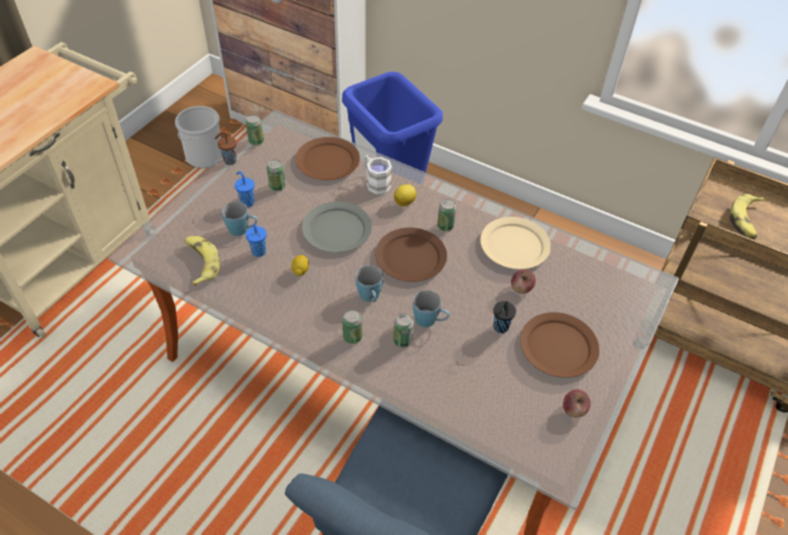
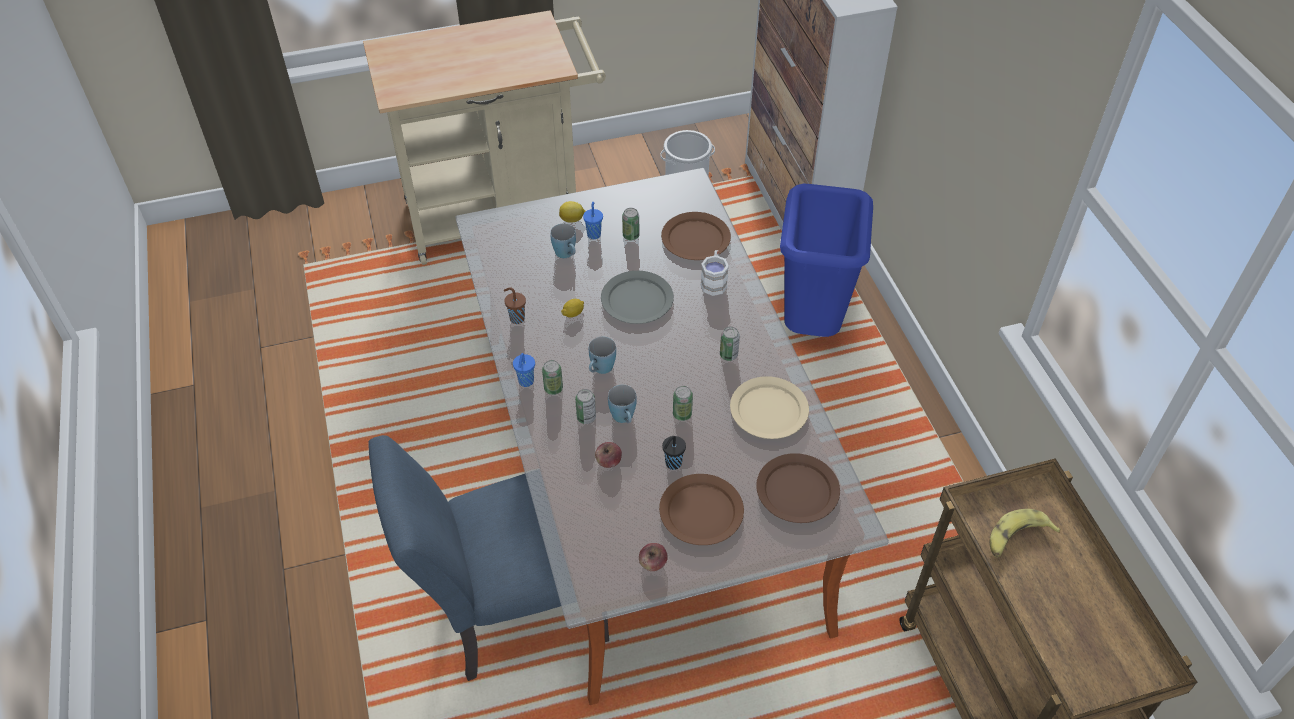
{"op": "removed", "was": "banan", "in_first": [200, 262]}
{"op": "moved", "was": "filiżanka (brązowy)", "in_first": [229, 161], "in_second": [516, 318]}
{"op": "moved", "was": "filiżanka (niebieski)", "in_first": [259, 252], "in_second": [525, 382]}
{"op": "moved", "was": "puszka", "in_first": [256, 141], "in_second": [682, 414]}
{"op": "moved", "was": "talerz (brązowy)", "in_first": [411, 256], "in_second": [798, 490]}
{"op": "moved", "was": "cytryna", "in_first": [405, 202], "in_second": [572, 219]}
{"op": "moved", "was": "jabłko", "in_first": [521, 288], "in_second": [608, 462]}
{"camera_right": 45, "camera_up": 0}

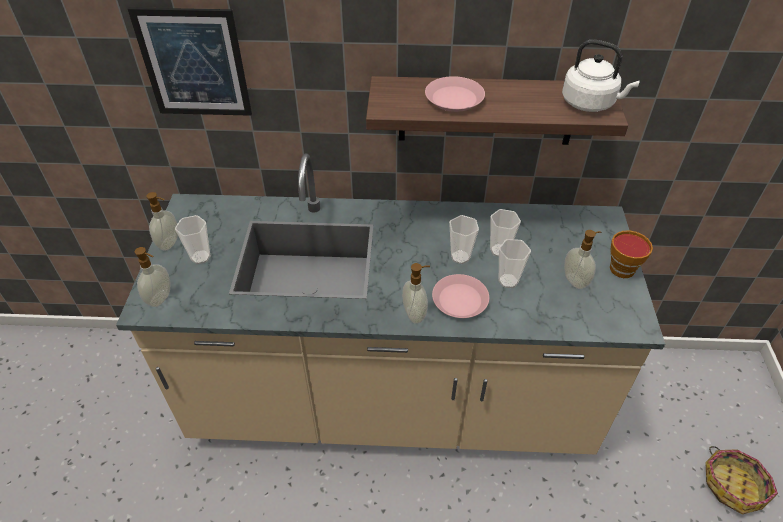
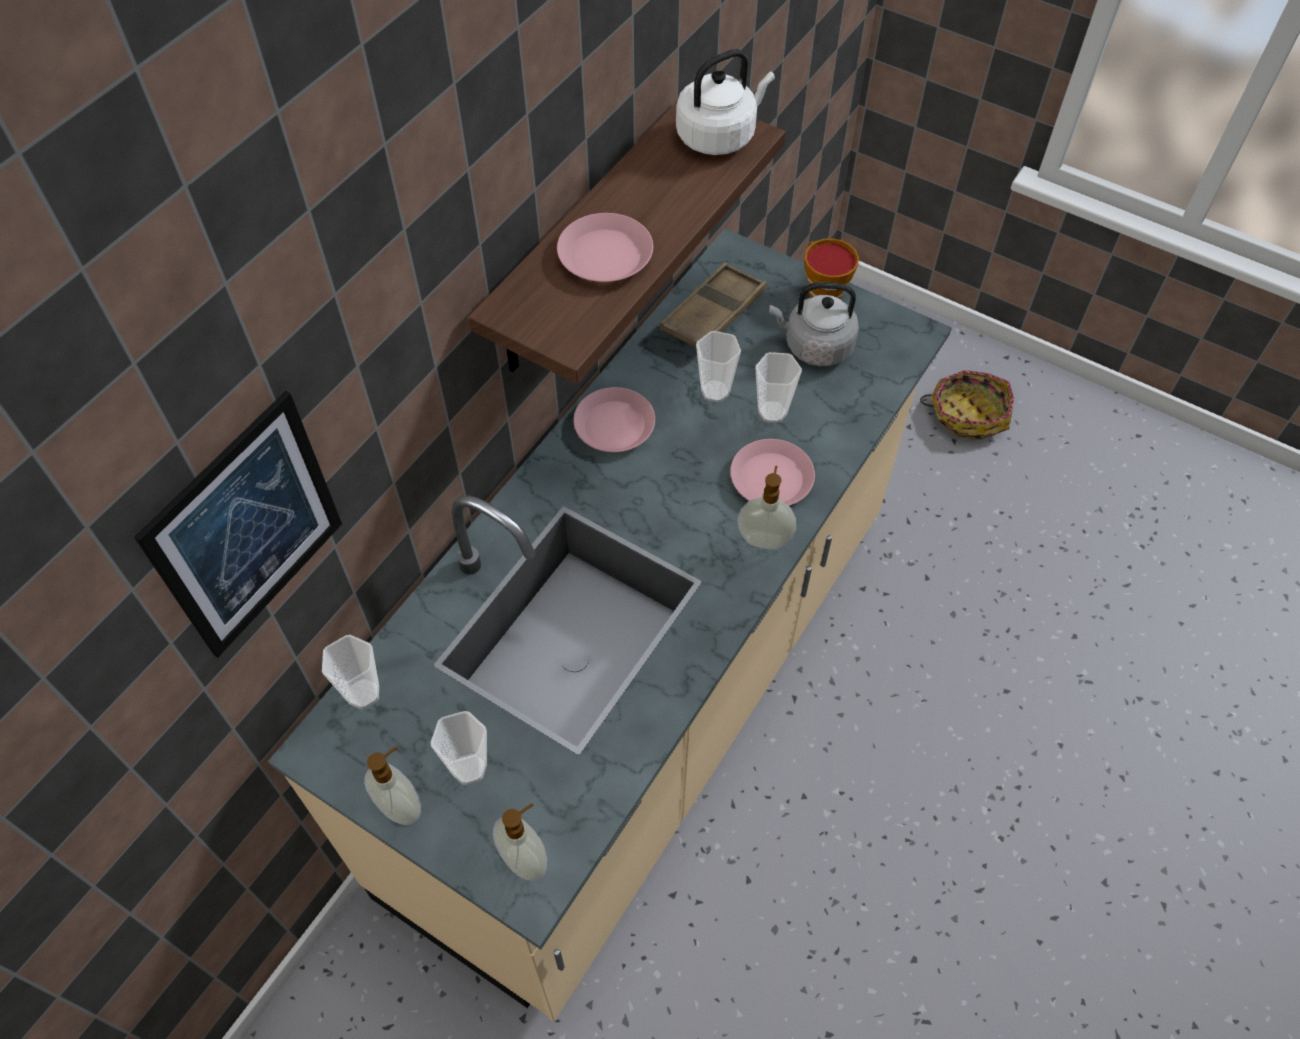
{"op": "moved", "was": "filiżanka", "in_first": [460, 257], "in_second": [363, 693]}
{"op": "replaced", "was": "dozownik mydła", "now": "czajnik (szary)", "in_first": [575, 280], "in_second": [814, 346]}
{"op": "added", "now": "talerz (różowy)", "in_second": [615, 425]}
{"op": "added", "now": "taca (brązowy)", "in_second": [713, 313]}
{"camera_right": -60, "camera_up": 10}

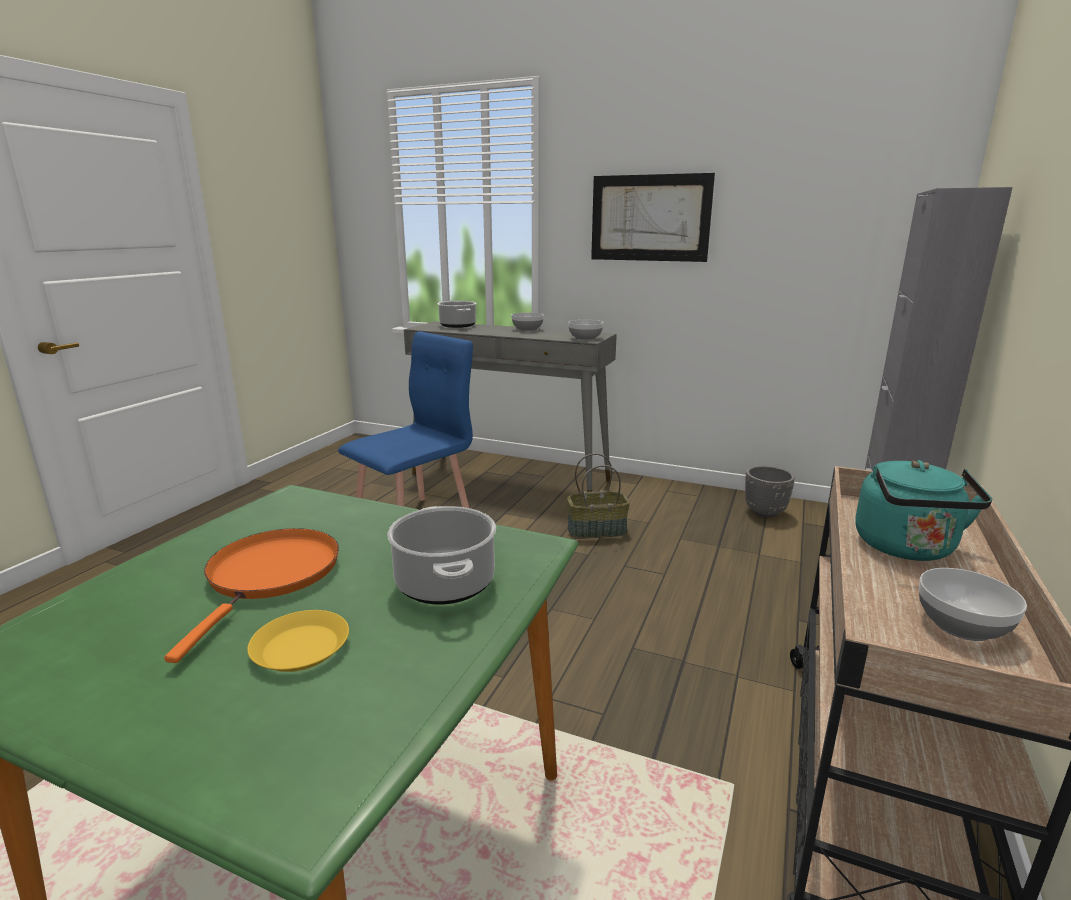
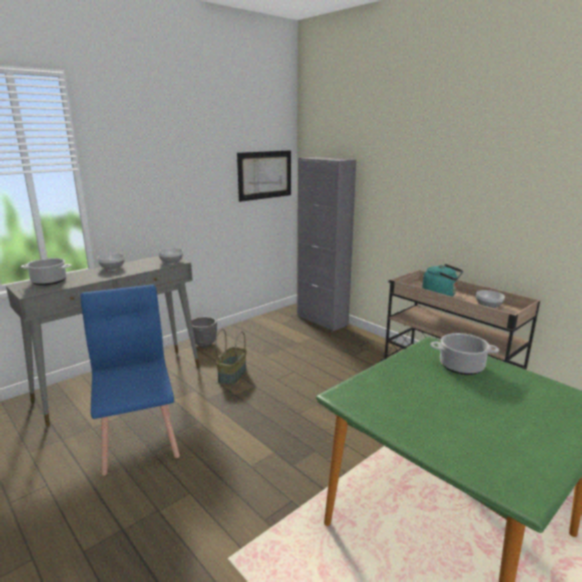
{"op": "removed", "was": "patelnia (pomarańczowy)", "in_first": [271, 576]}
{"op": "removed", "was": "talerz (żółty)", "in_first": [301, 648]}
{"op": "moved", "was": "obraz", "in_first": [650, 218], "in_second": [265, 175]}
{"op": "moved", "was": "donica (szary)", "in_first": [765, 513], "in_second": [204, 344]}
{"camera_right": -65, "camera_up": 0}

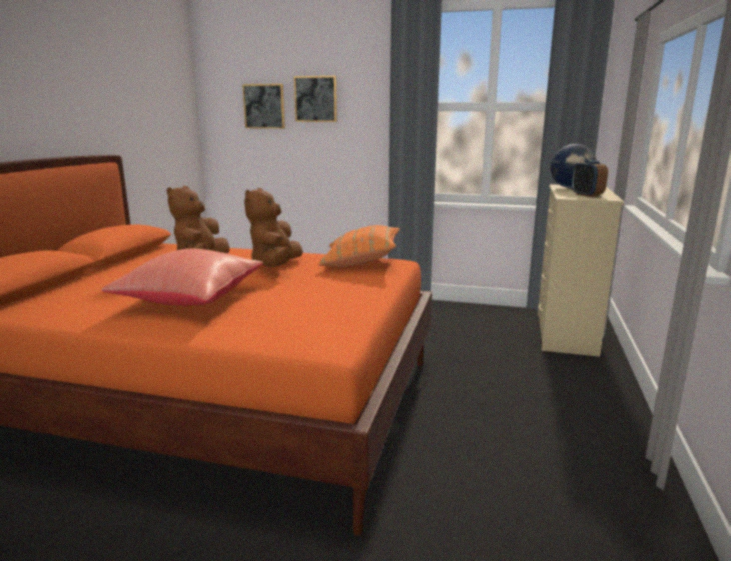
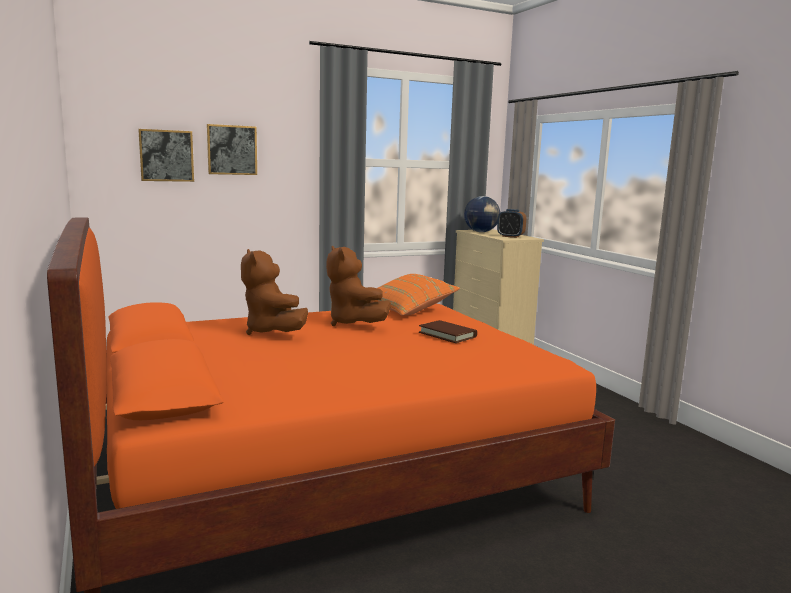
{"op": "removed", "was": "poduszka (czerwony)", "in_first": [189, 299]}
{"op": "added", "now": "książka (brązowy)", "in_second": [447, 335]}
{"camera_right": -40, "camera_up": -5}

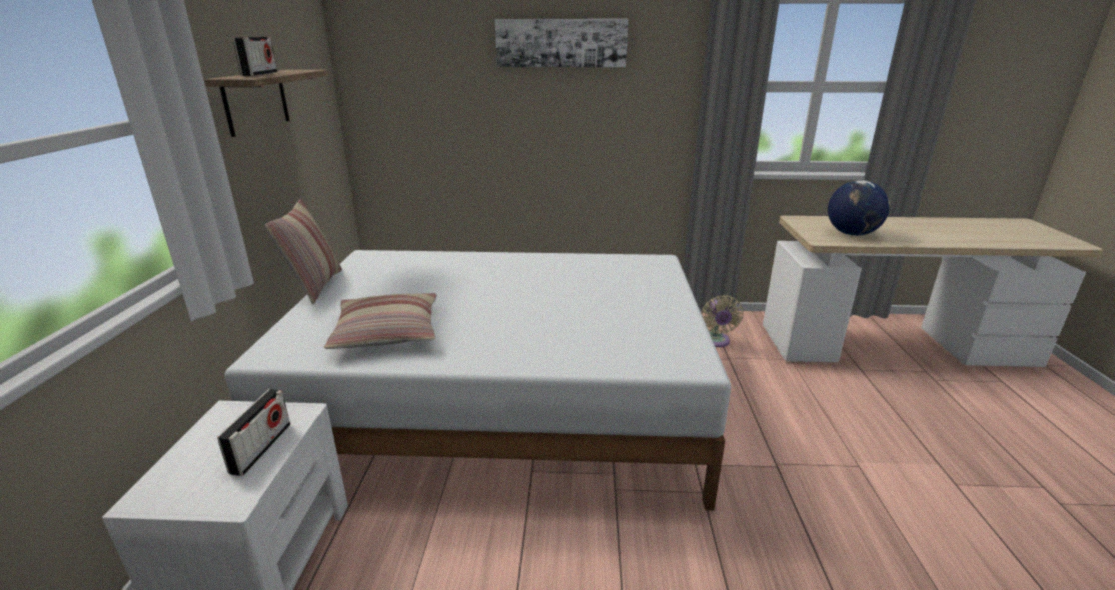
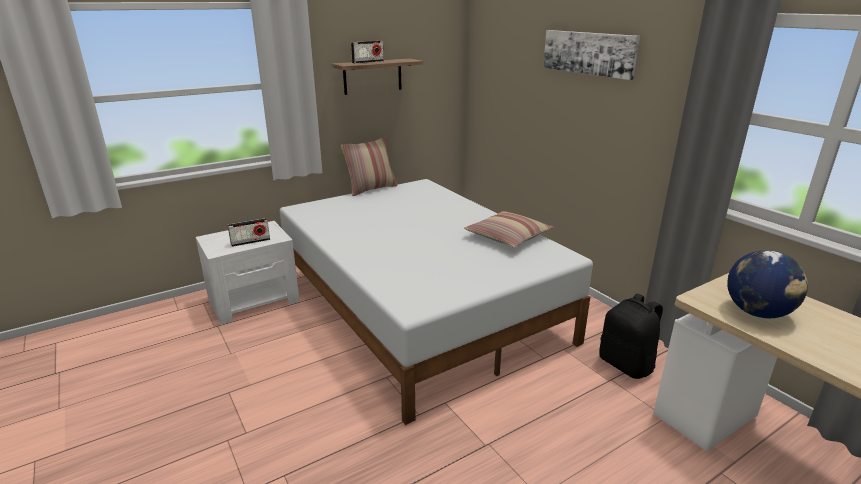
{"op": "moved", "was": "poduszka", "in_first": [387, 332], "in_second": [508, 237]}
{"op": "replaced", "was": "wentylator (beżowy)", "now": "plecak (czarny)", "in_first": [715, 341], "in_second": [627, 364]}
{"camera_right": 55, "camera_up": 0}

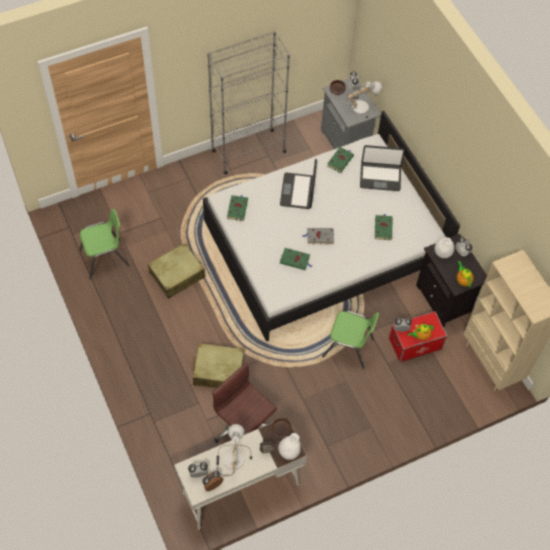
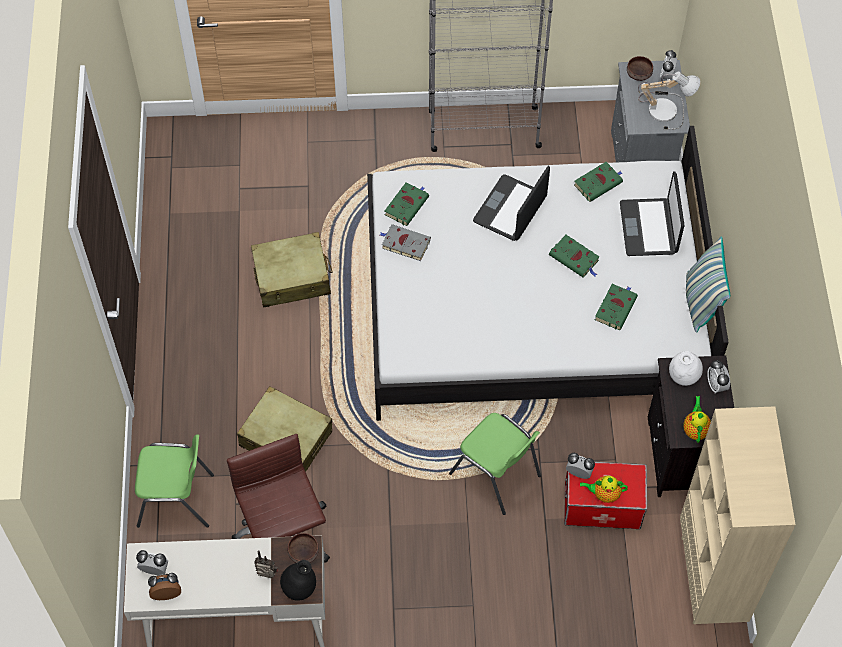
{"op": "moved", "was": "krzesło (zielony)", "in_first": [105, 258], "in_second": [176, 500]}
{"op": "removed", "was": "lampa stołowa", "in_first": [231, 458]}
{"op": "recoloured", "was": "wazon (biały)", "now": "wazon (czarny)", "in_first": [289, 452], "in_second": [299, 589]}
{"op": "moved", "was": "książka (zielony)", "in_first": [295, 260], "in_second": [575, 258]}
{"op": "moved", "was": "książka (szary)", "in_first": [319, 237], "in_second": [404, 244]}
{"op": "turned", "was": "laptop", "in_first": [380, 177], "in_second": [649, 228], "clockwise": 60}
{"op": "added", "now": "poduszka", "in_second": [700, 302]}
{"camera_right": 25, "camera_up": 0}

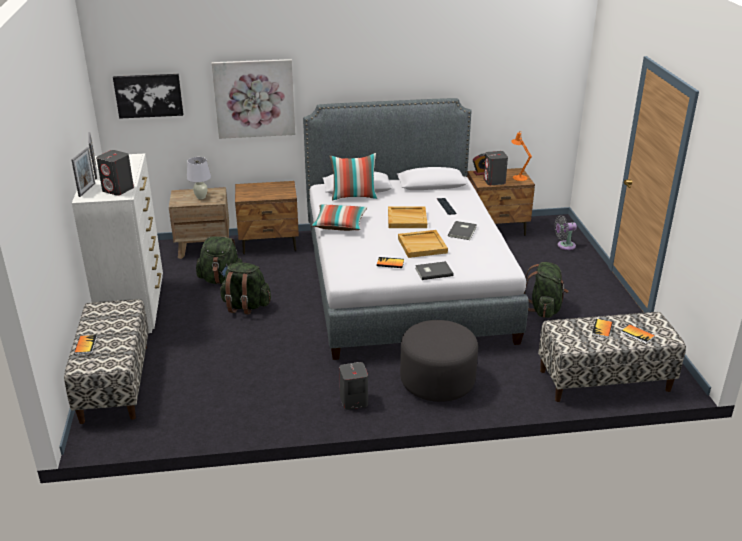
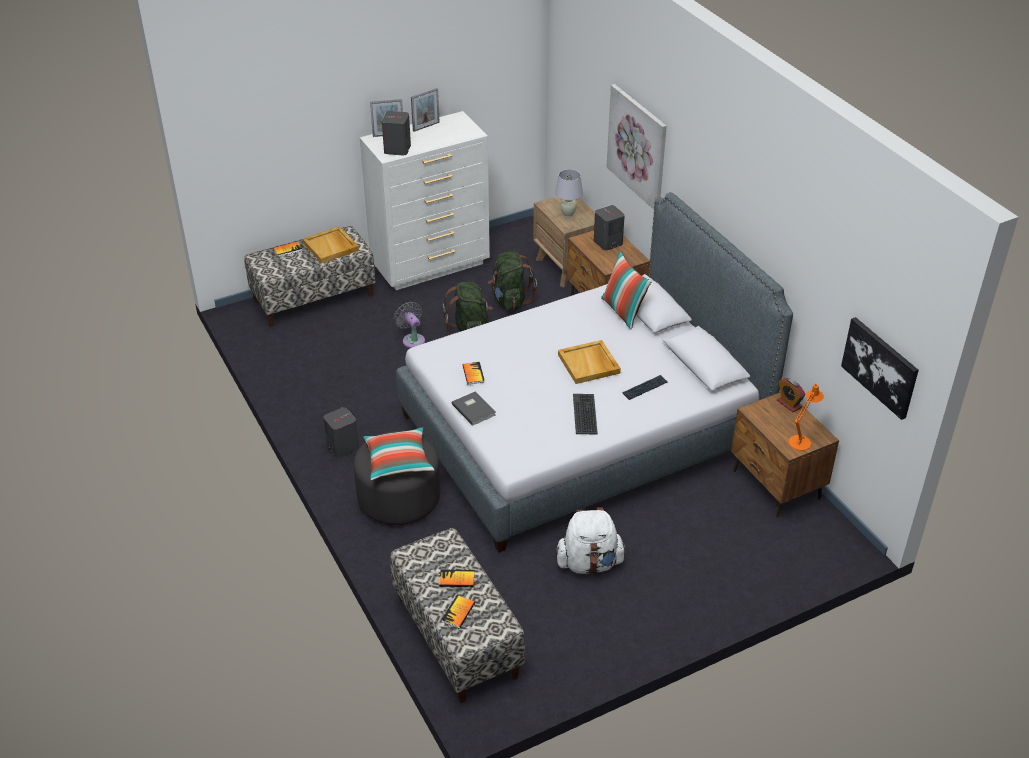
{"op": "moved", "was": "obraz", "in_first": [149, 95], "in_second": [880, 367]}
{"op": "moved", "was": "poduszka", "in_first": [339, 225], "in_second": [398, 462]}
{"op": "moved", "was": "taca (beżowy)", "in_first": [422, 245], "in_second": [331, 247]}
{"op": "replaced", "was": "książka (szary)", "now": "klawiatura", "in_first": [463, 231], "in_second": [585, 414]}
{"op": "moved", "was": "głośnik (szary)", "in_first": [494, 181], "in_second": [607, 242]}
{"op": "recoloured", "was": "plecak (zielony)", "now": "plecak (biały)", "in_first": [544, 309], "in_second": [589, 563]}
{"op": "moved", "was": "wentylator (szary)", "in_first": [564, 246], "in_second": [412, 339]}
{"camera_right": 70, "camera_up": 10}

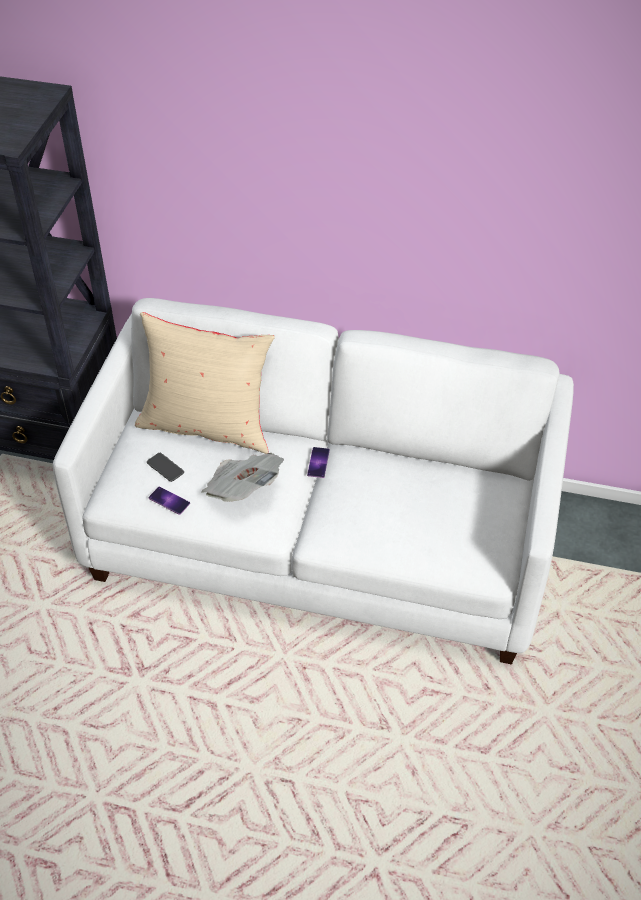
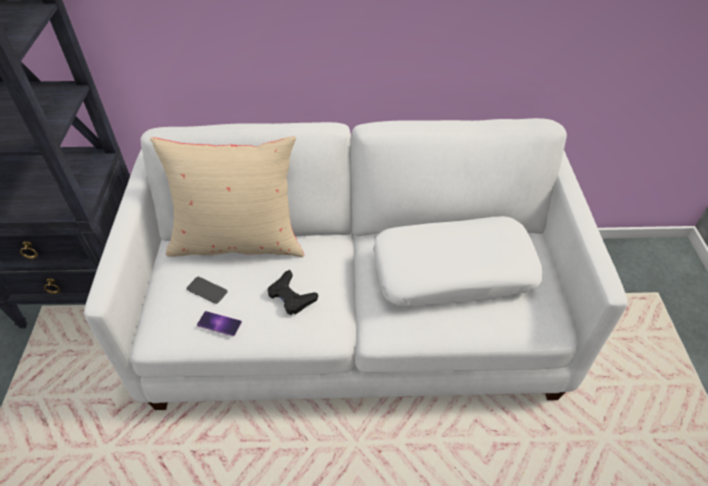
{"op": "replaced", "was": "gazeta", "now": "pad do gier (czarny)", "in_first": [243, 489], "in_second": [291, 296]}
{"op": "removed", "was": "telefon", "in_first": [318, 462]}
{"op": "added", "now": "poduszka (biały)", "in_second": [453, 271]}
{"camera_right": -15, "camera_up": 0}

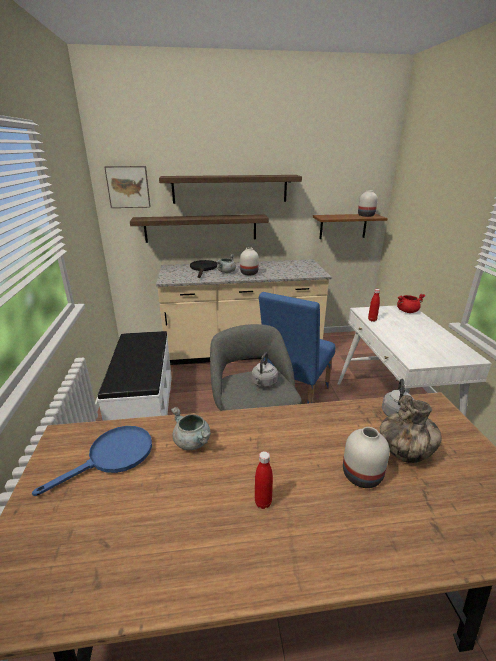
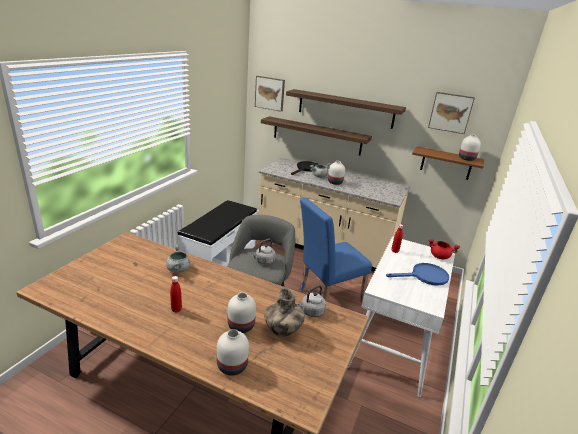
{"op": "moved", "was": "patelnia (niebieski)", "in_first": [113, 457], "in_second": [424, 276]}
{"op": "added", "now": "wazon (biały)", "in_second": [232, 365]}
{"op": "added", "now": "obraz", "in_second": [450, 112]}
{"camera_right": 30, "camera_up": 0}

